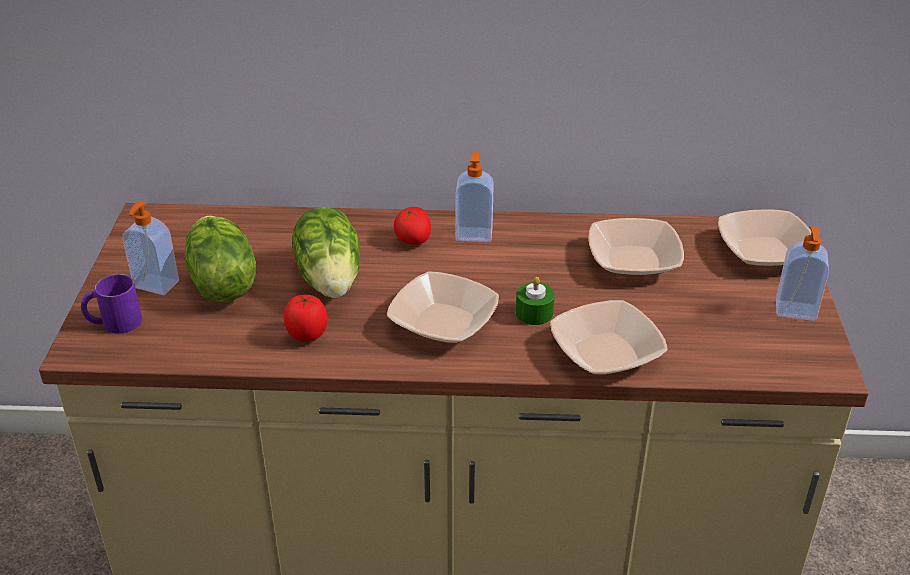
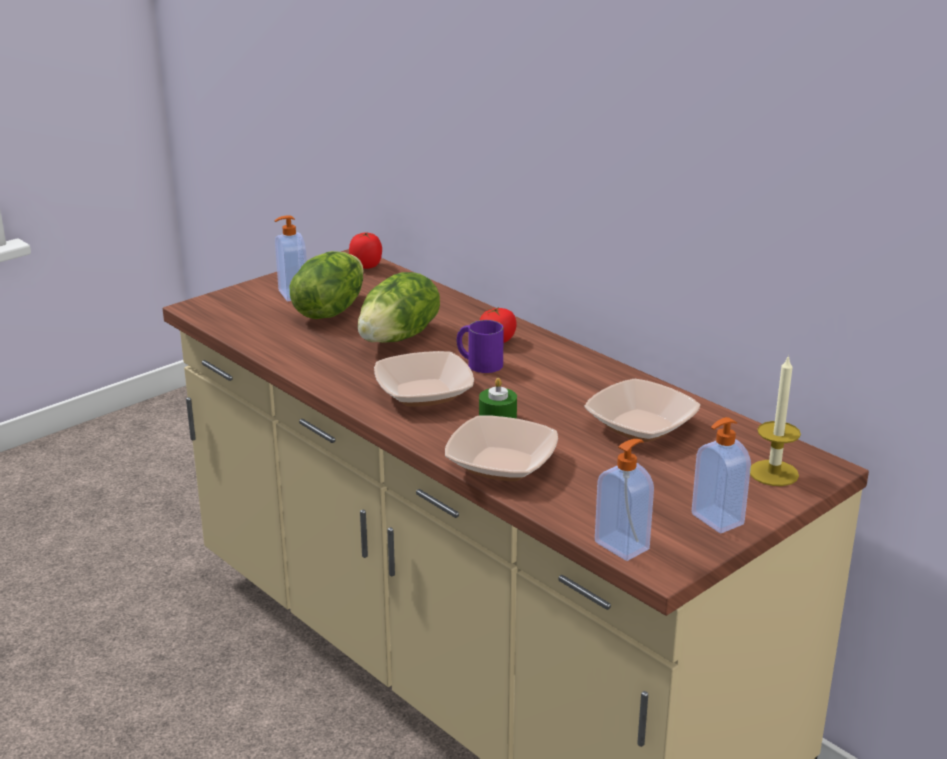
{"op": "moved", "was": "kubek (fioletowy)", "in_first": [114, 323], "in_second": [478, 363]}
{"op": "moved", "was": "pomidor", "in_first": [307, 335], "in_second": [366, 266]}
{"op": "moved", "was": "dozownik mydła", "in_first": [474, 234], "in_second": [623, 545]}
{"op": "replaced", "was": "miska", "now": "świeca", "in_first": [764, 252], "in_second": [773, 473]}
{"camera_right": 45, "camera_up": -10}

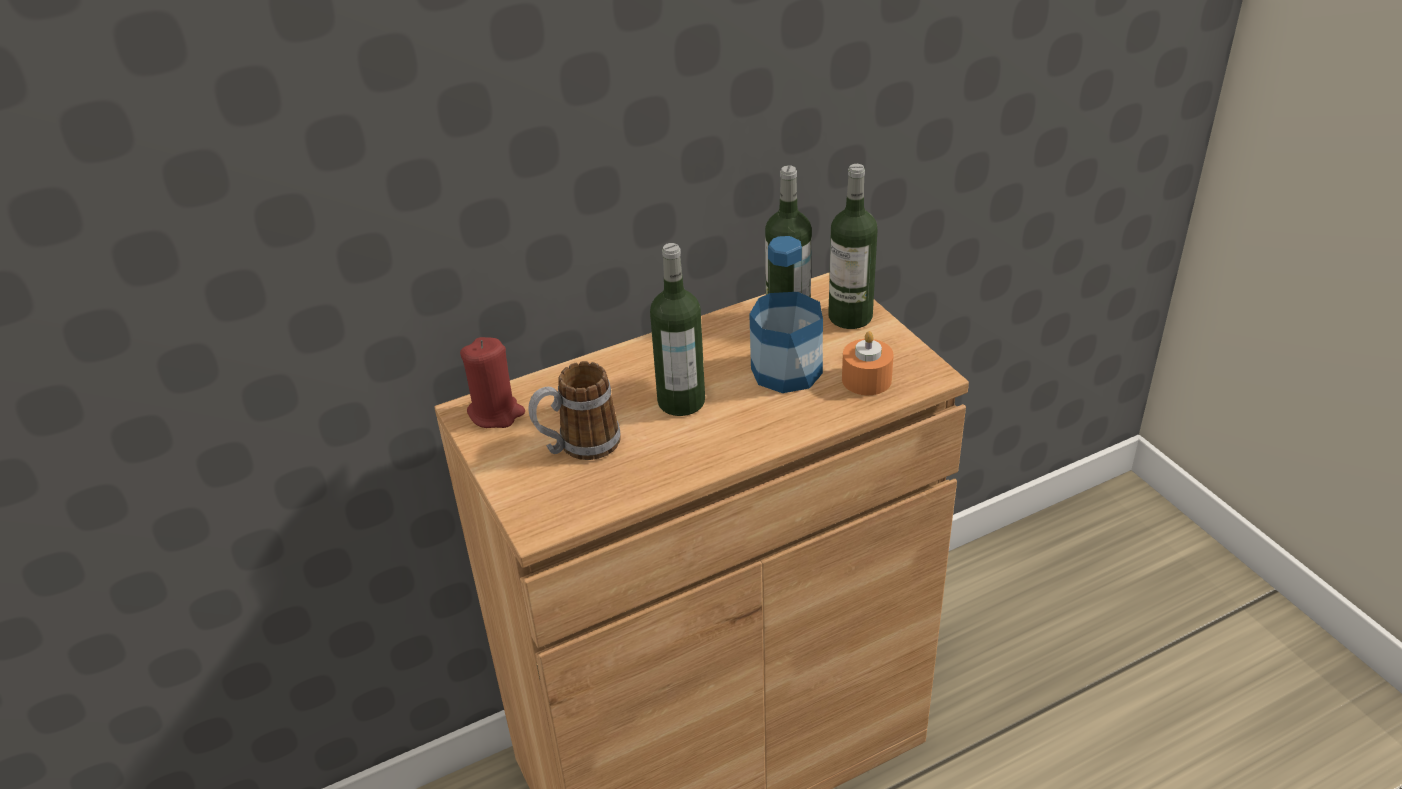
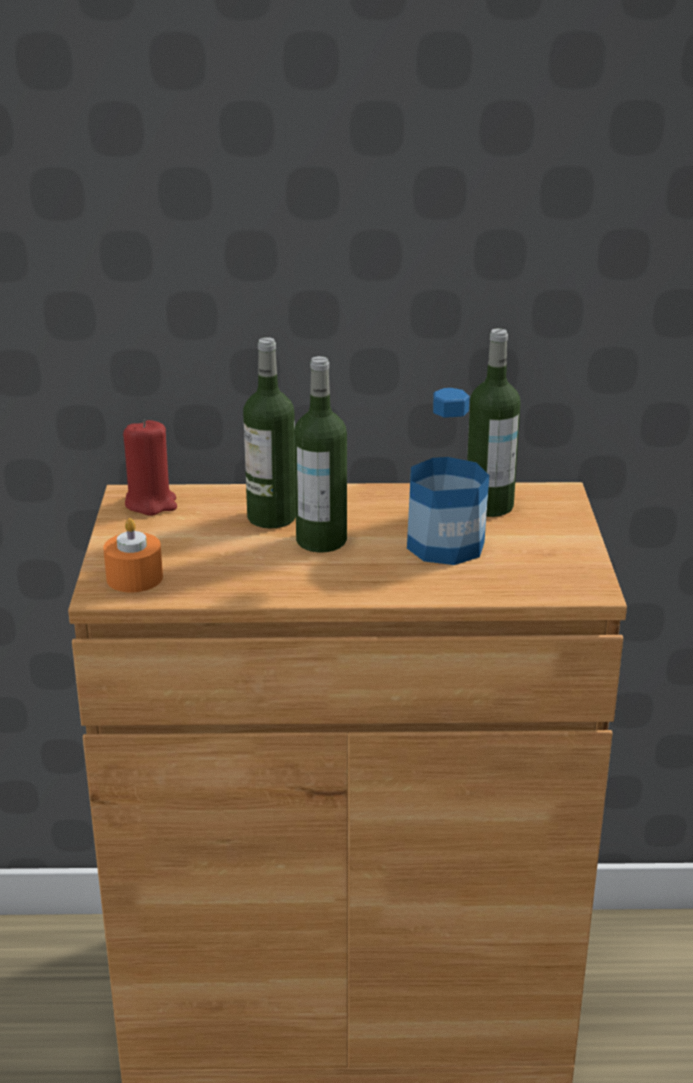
{"op": "removed", "was": "kubek", "in_first": [578, 446]}
{"op": "moved", "was": "butelka", "in_first": [850, 316], "in_second": [271, 517]}
{"op": "moved", "was": "świeca (pomarańczowy)", "in_first": [866, 379], "in_second": [134, 578]}
{"camera_right": 25, "camera_up": -10}

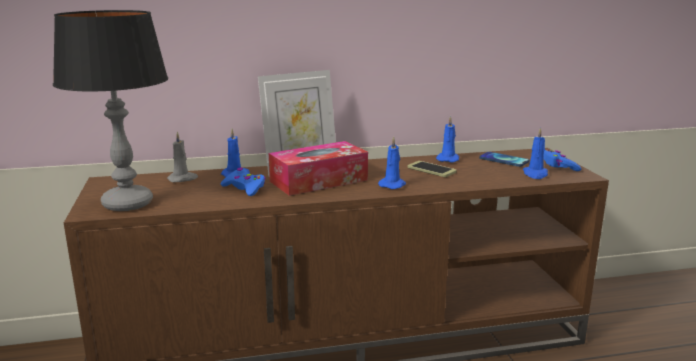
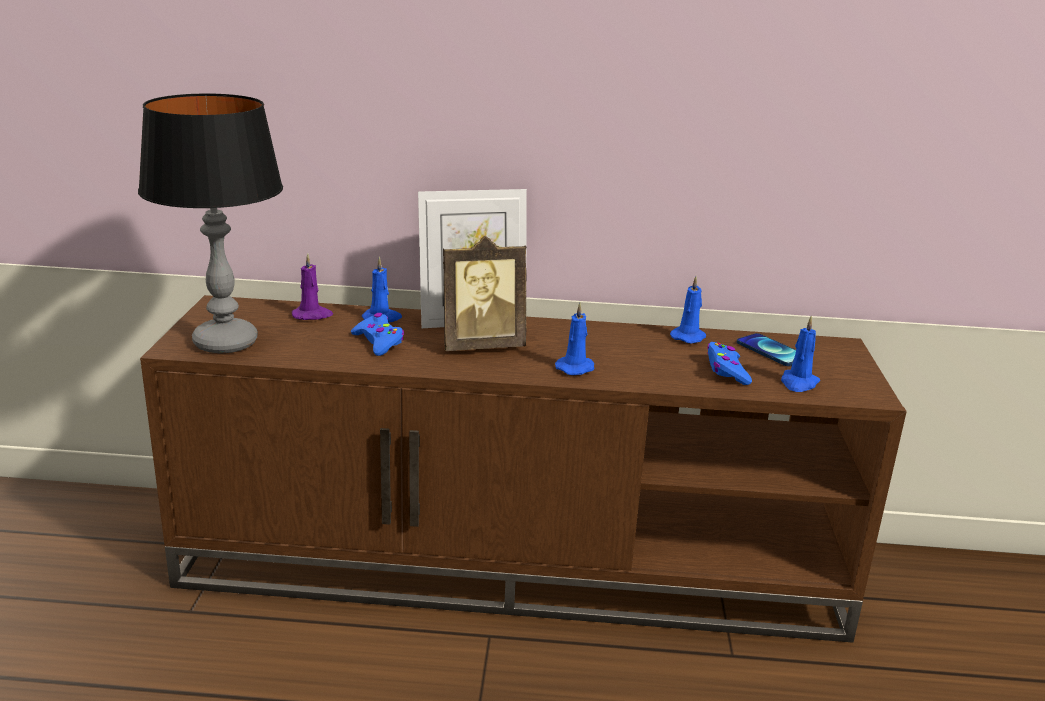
{"op": "recoloured", "was": "świeca (szary)", "now": "świeca (fioletowy)", "in_first": [183, 179], "in_second": [312, 315]}
{"op": "replaced", "was": "pudełko chusteczek", "now": "ramka na zdjęcie", "in_first": [318, 181], "in_second": [481, 345]}
{"op": "removed", "was": "telefon", "in_first": [431, 170]}
{"op": "moved", "was": "pad do gier (niebieski)", "in_first": [558, 166], "in_second": [726, 371]}
{"camera_right": 15, "camera_up": 5}

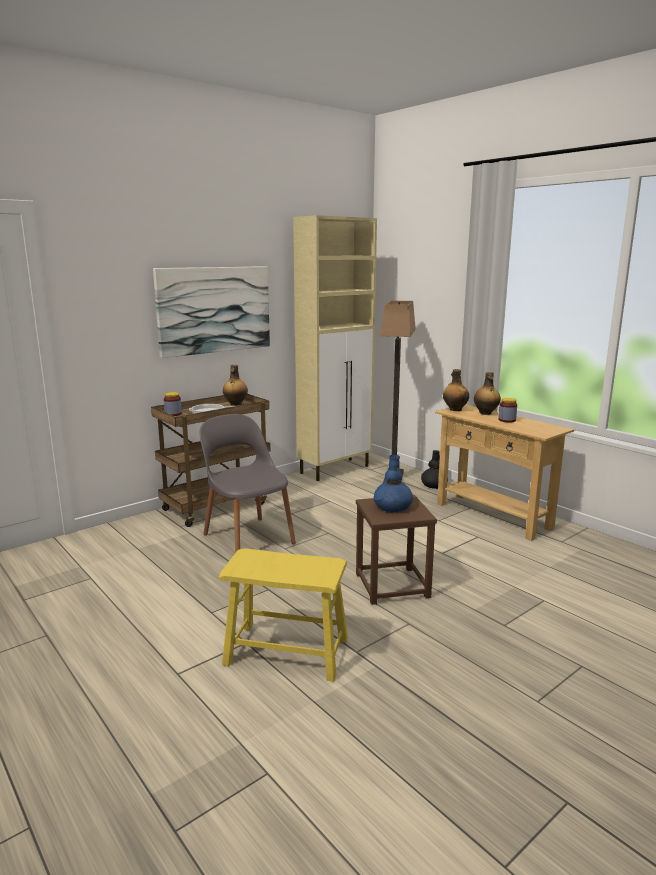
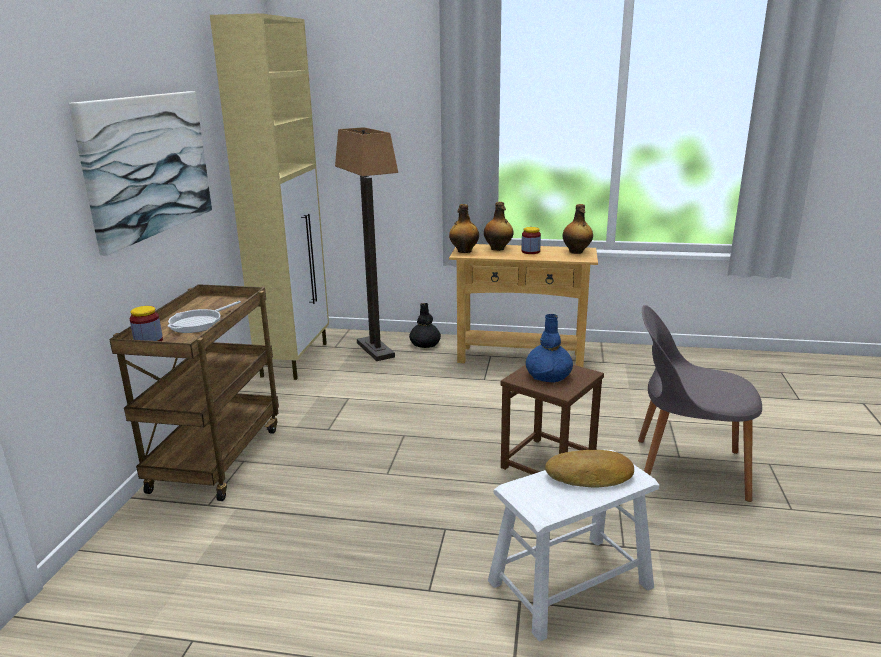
{"op": "moved", "was": "krzesło (szary)", "in_first": [248, 537], "in_second": [685, 468]}
{"op": "recoloured", "was": "stołek (żółty)", "now": "stołek (biały)", "in_first": [287, 651], "in_second": [569, 584]}
{"op": "moved", "was": "butelka", "in_first": [235, 404], "in_second": [576, 252]}
{"op": "added", "now": "chleb", "in_second": [590, 476]}
{"camera_right": -40, "camera_up": 5}

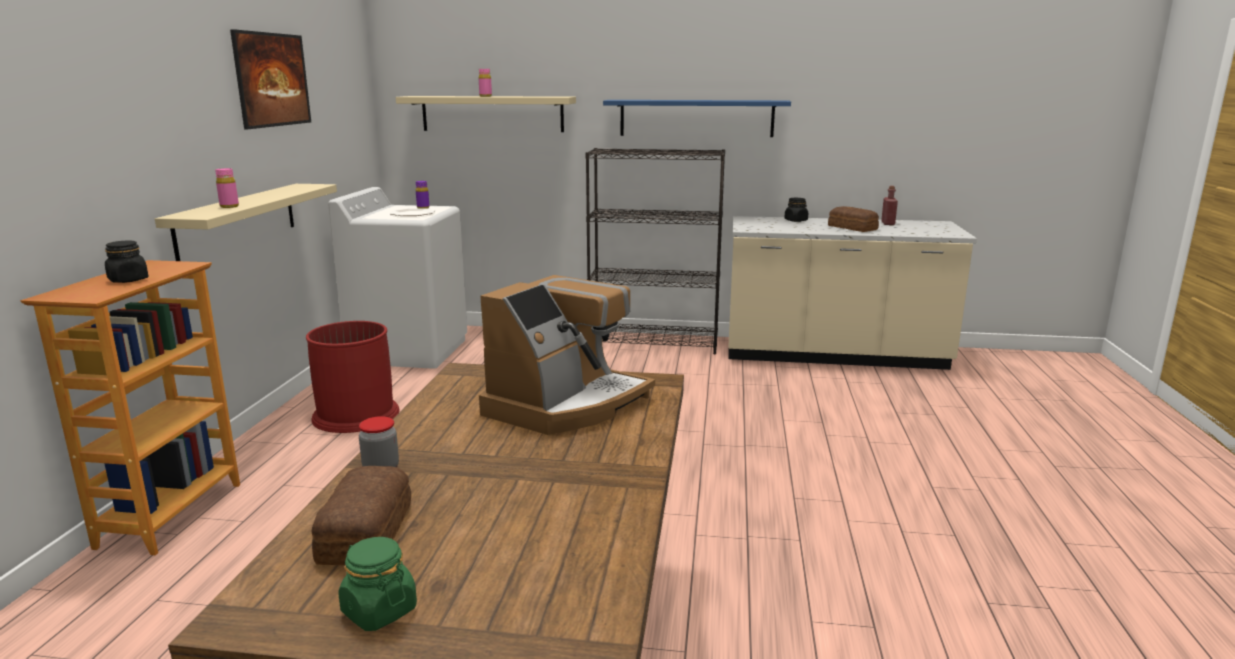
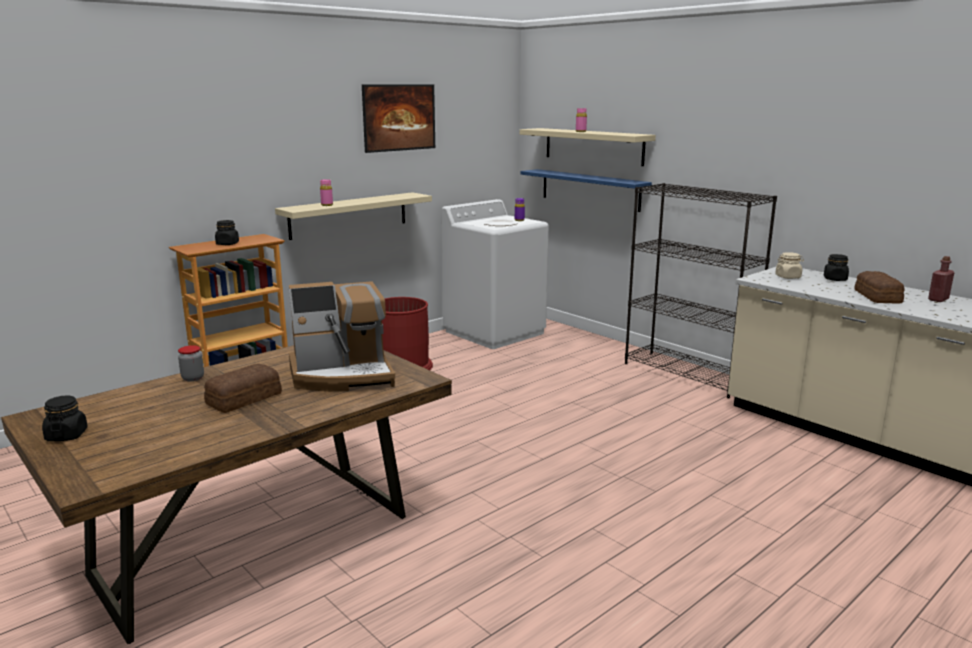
{"op": "moved", "was": "chleb", "in_first": [363, 533], "in_second": [242, 399]}
{"op": "recoloured", "was": "słoik (zielony)", "now": "słoik (czarny)", "in_first": [379, 610], "in_second": [66, 435]}
{"op": "moved", "was": "półka (niebieski)", "in_first": [696, 118], "in_second": [590, 189]}
{"op": "added", "now": "słoik (beżowy)", "in_second": [788, 277]}
{"camera_right": 40, "camera_up": 0}

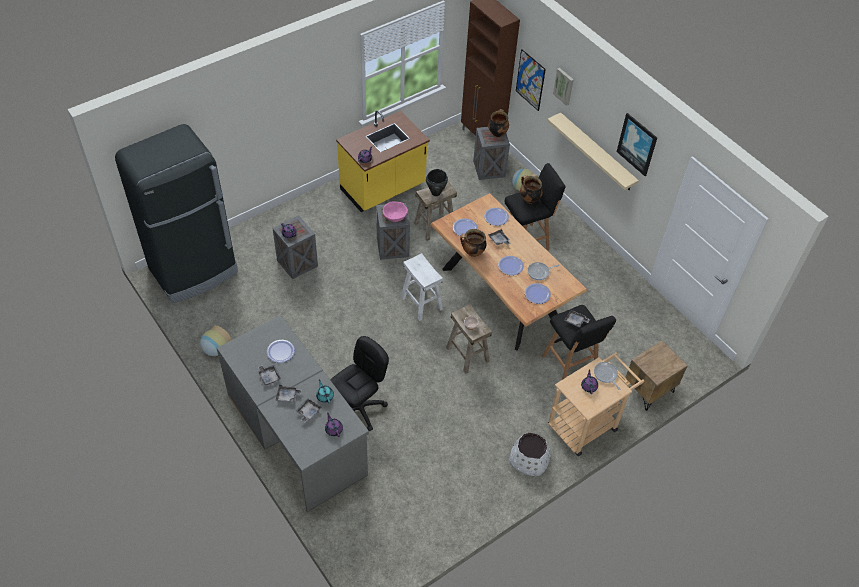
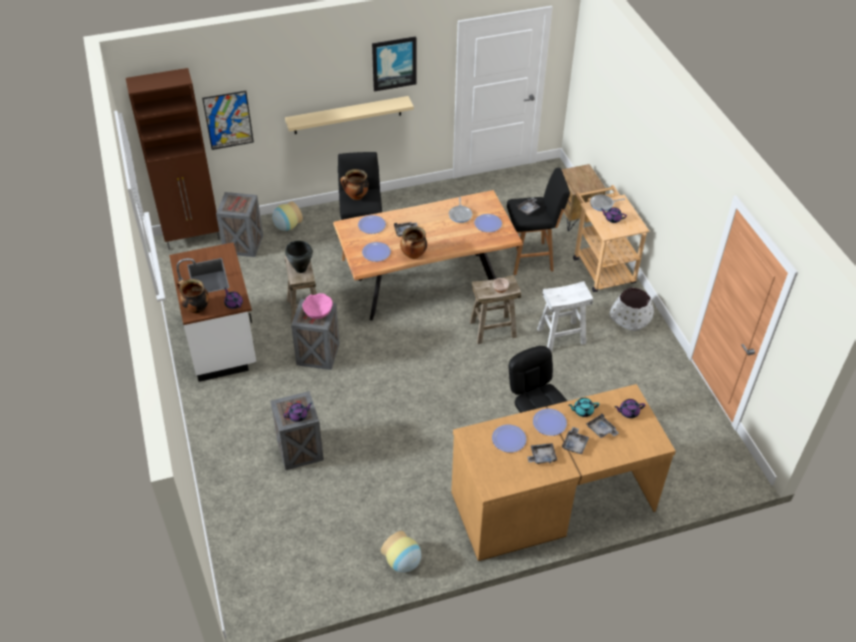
{"op": "removed", "was": "lodówka (czarny)", "in_first": [194, 271]}
{"op": "recoloured", "was": "biurko (szary)", "now": "biurko (brązowy)", "in_first": [297, 433], "in_second": [552, 500]}
{"op": "recoloured", "was": "zabudowa kuchenna (żółty)", "now": "zabudowa kuchenna (biały)", "in_first": [383, 188], "in_second": [221, 341]}
{"op": "moved", "was": "stołek (biały)", "in_first": [421, 303], "in_second": [561, 336]}
{"op": "moved", "was": "garnek", "in_first": [497, 133], "in_second": [196, 308]}
{"op": "moved", "was": "talerz", "in_first": [510, 266], "in_second": [549, 423]}
{"op": "removed", "was": "obraz", "in_first": [564, 86]}
{"camera_right": -70, "camera_up": -5}

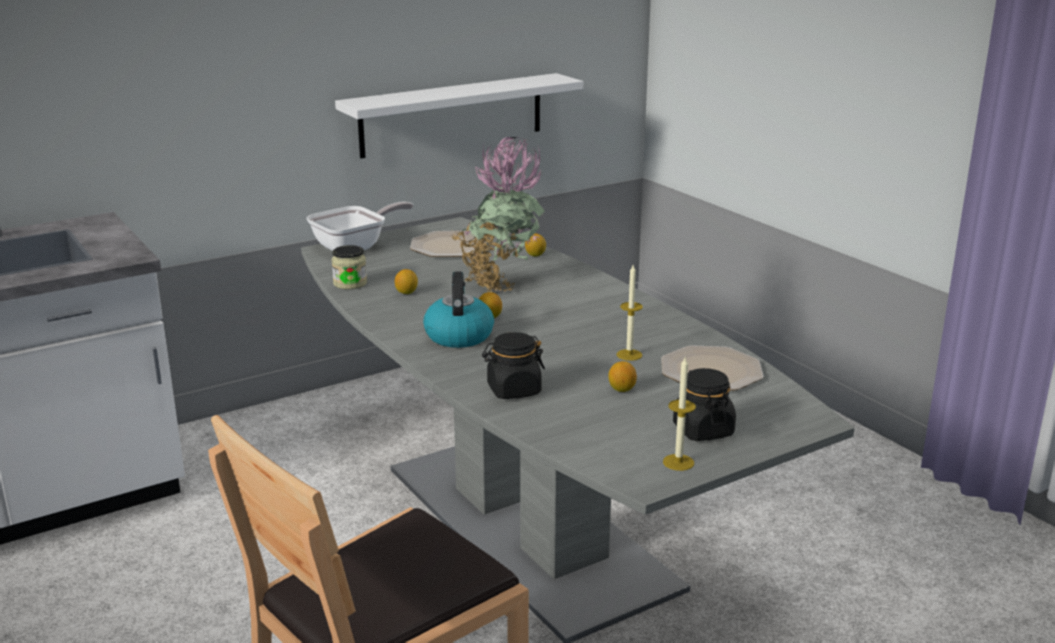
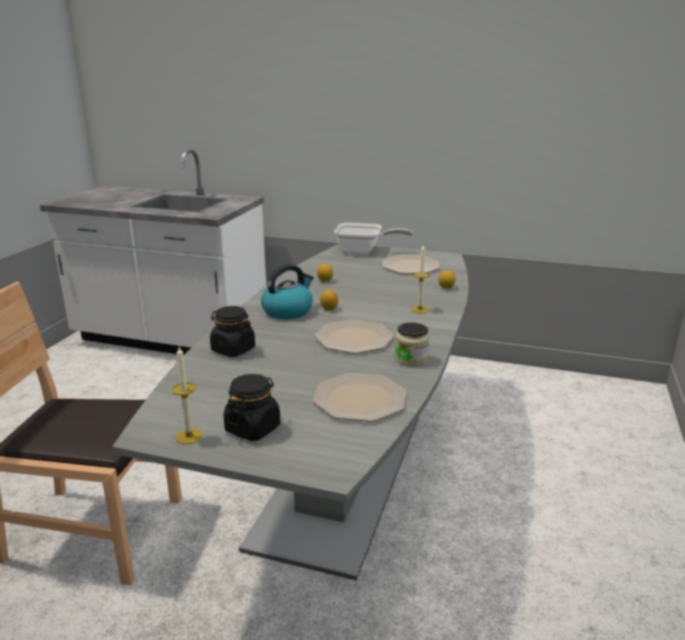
{"op": "moved", "was": "słoik", "in_first": [350, 283], "in_second": [411, 359]}
{"op": "removed", "was": "półka (biały)", "in_first": [452, 115]}
{"op": "removed", "was": "roślina doniczkowa", "in_first": [500, 284]}
{"op": "removed", "was": "cytryna", "in_first": [621, 389]}
{"op": "moved", "was": "świeca", "in_first": [629, 355], "in_second": [419, 309]}
{"op": "added", "now": "talerz", "in_second": [355, 338]}
{"camera_right": 50, "camera_up": 0}

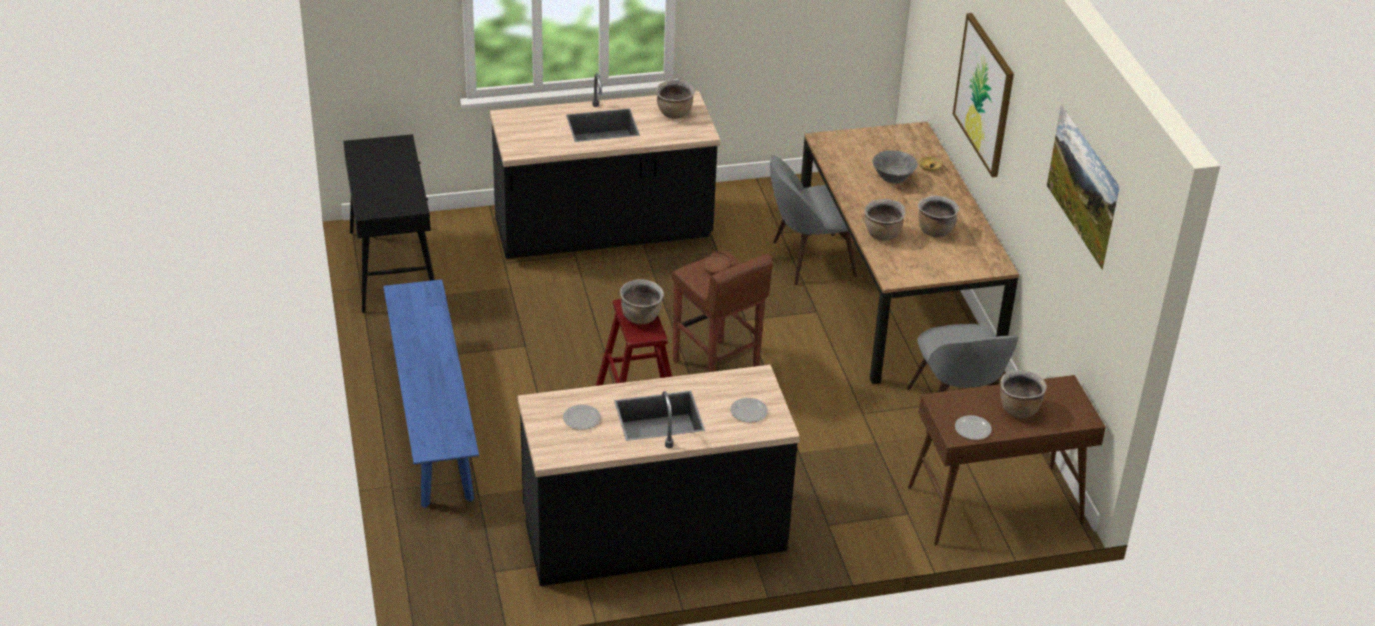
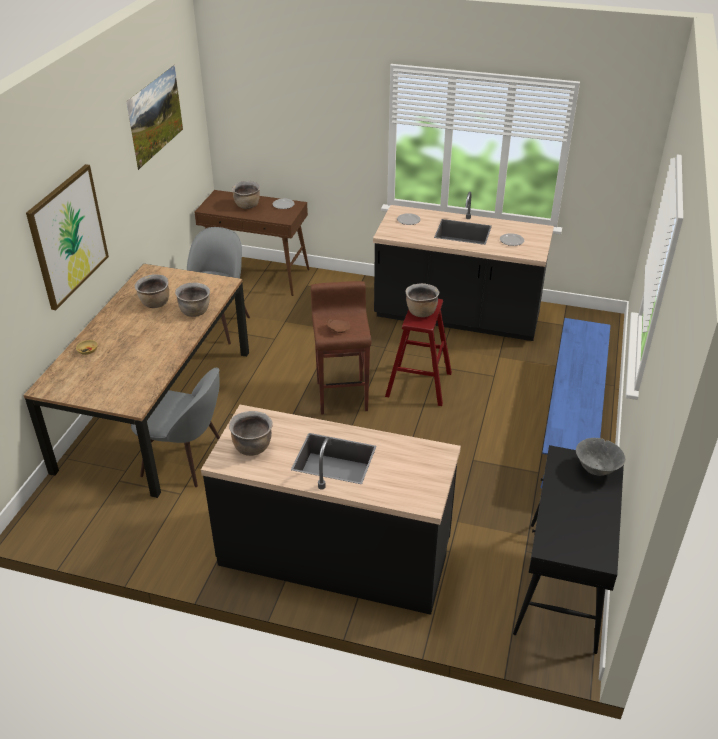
{"op": "moved", "was": "miska (szary)", "in_first": [893, 180], "in_second": [596, 470]}
{"camera_right": -150, "camera_up": 0}

